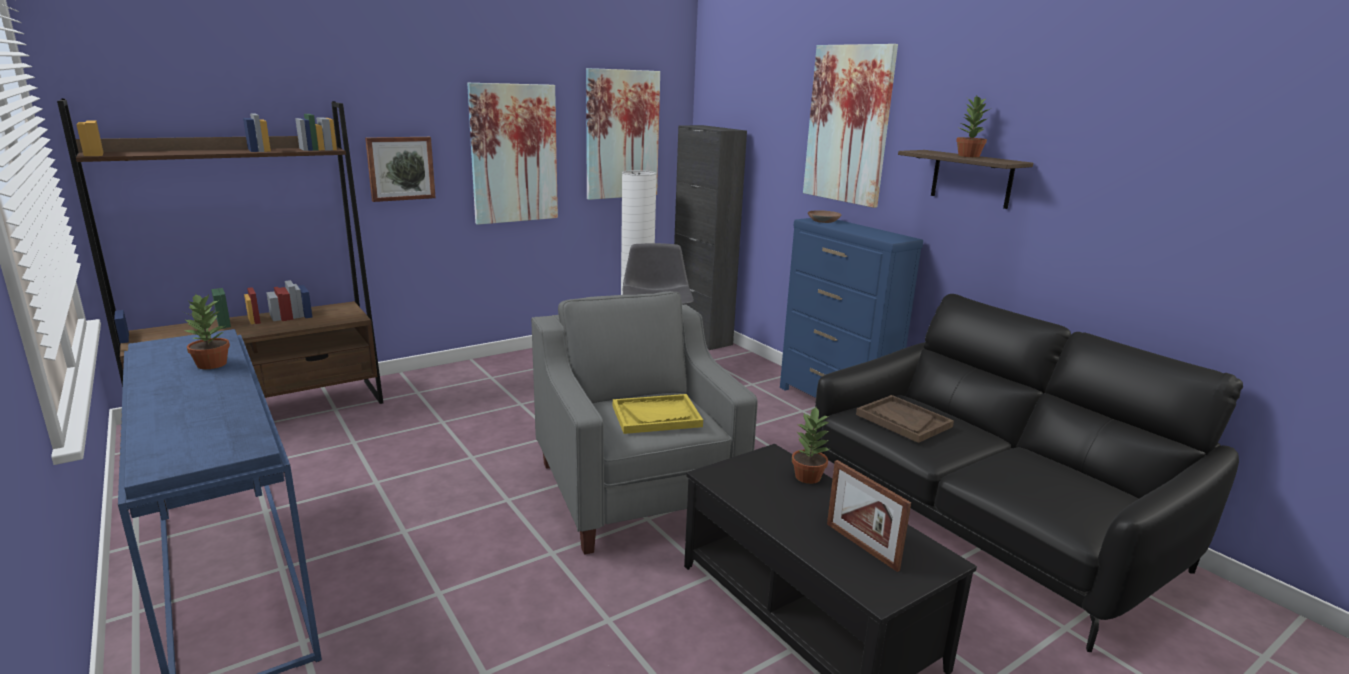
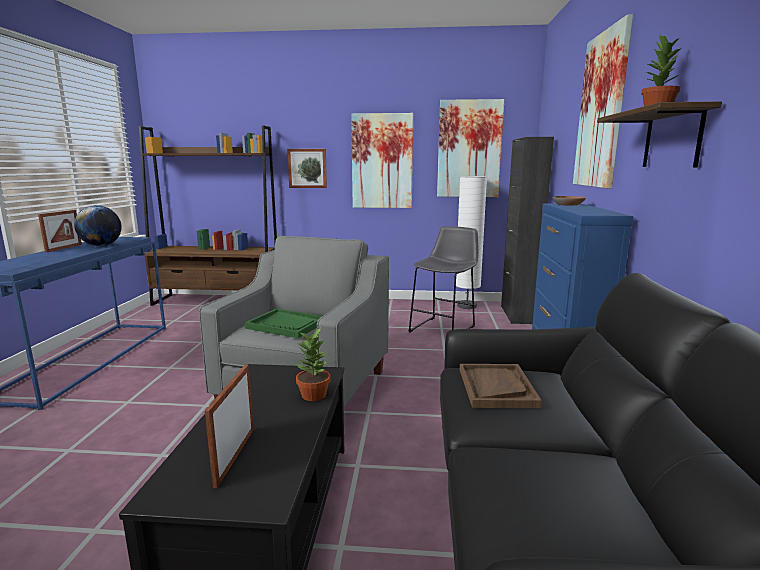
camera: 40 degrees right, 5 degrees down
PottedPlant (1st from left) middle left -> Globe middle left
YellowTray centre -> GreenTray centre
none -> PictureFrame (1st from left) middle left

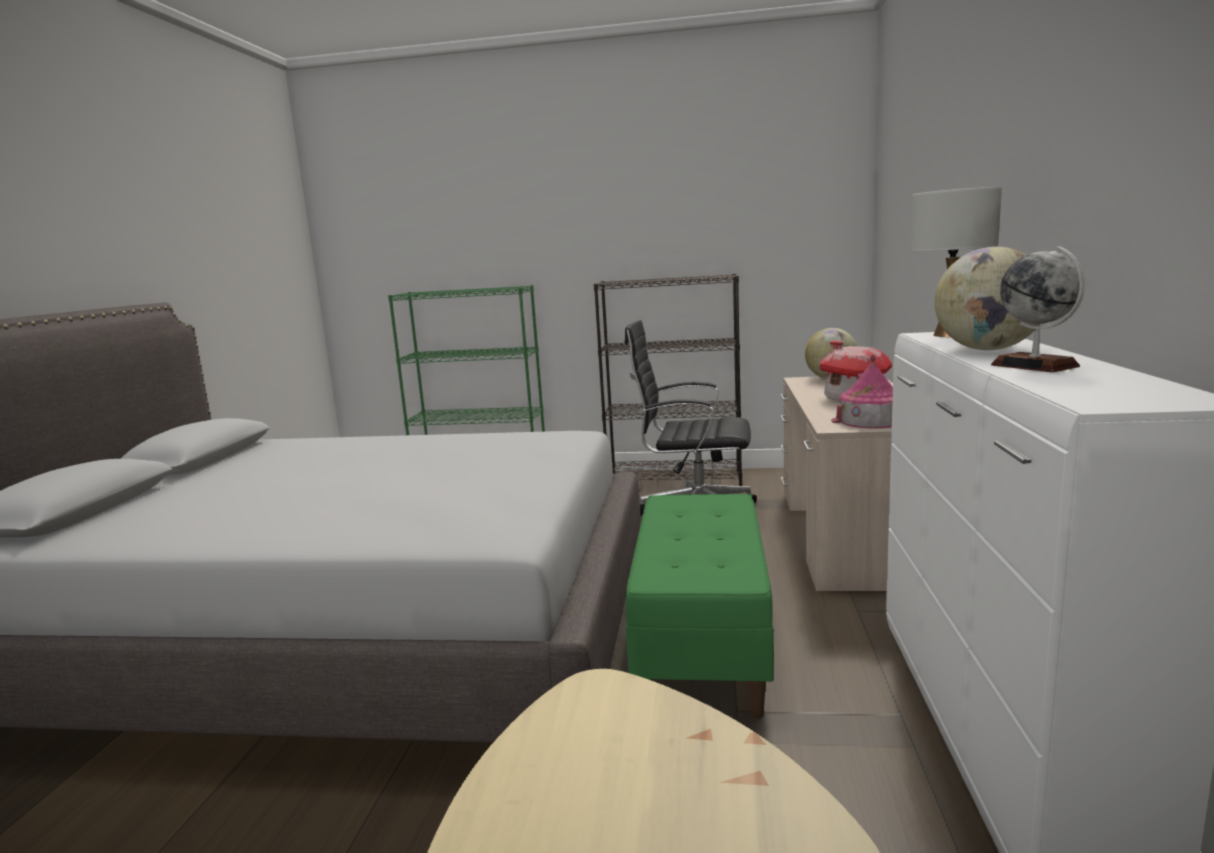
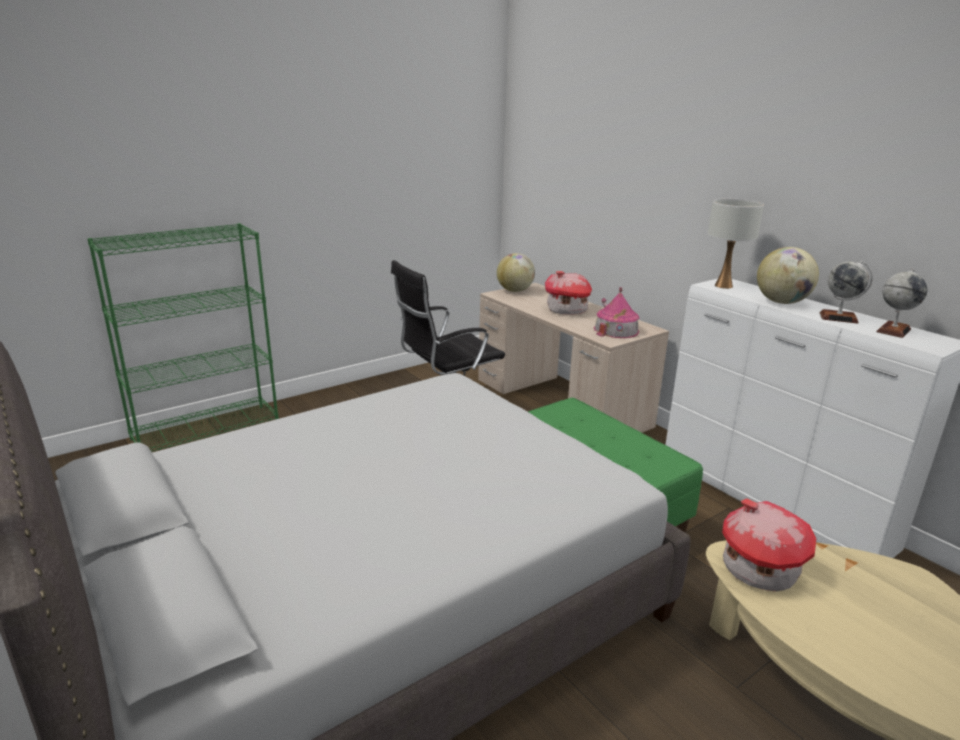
camera: 45 degrees left, 10 degrees up
BlackBookcase centre -> none
none -> ToyHouse (3rd from left) bottom right
none -> Globe (4th from left) middle right

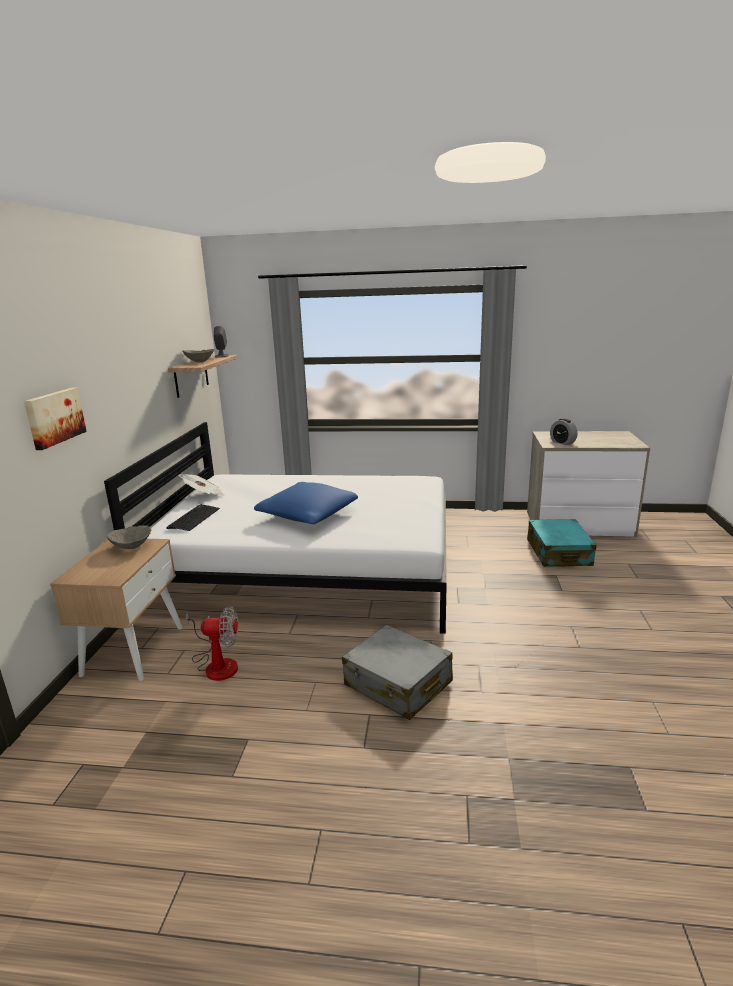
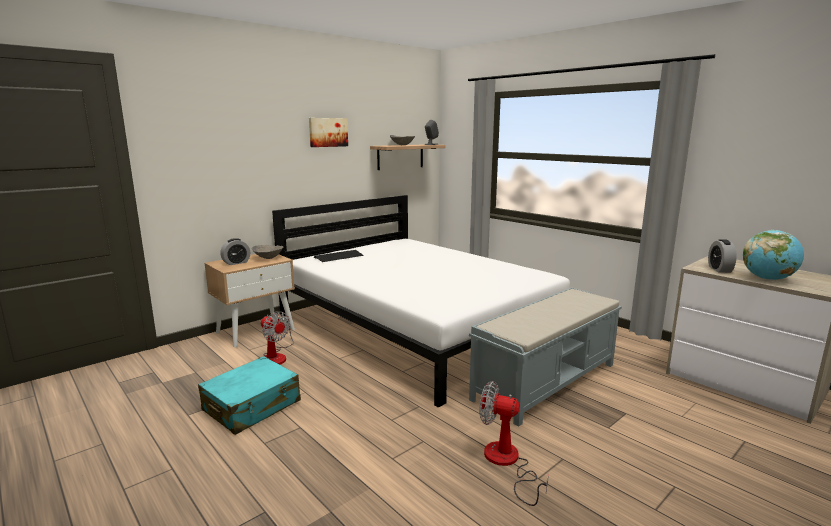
camera: 40 degrees right, 5 degrees down
Picture middle left -> Picture top centre, moved
Newspaper middle left -> none
BluePillow centre -> none
GreySuitcase bottom centre -> none
TurquoiseSuitcase middle right -> TurquoiseSuitcase bottom left, moved
none -> AlarmClock (1st from left) middle left
none -> GreyBench bottom centre
none -> Fan (2nd from left) bottom centre
none -> Globe middle right

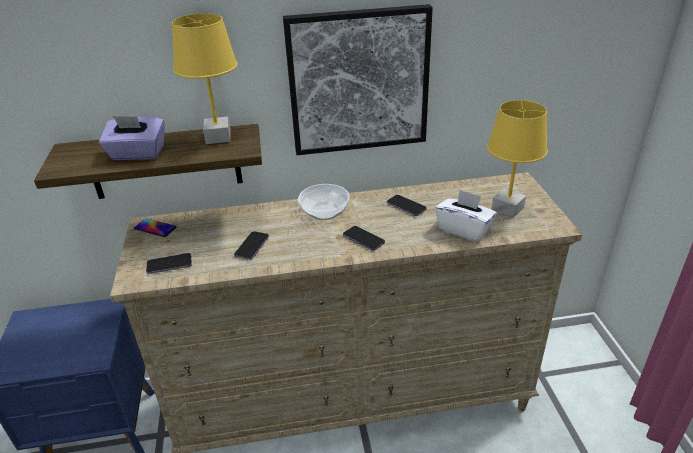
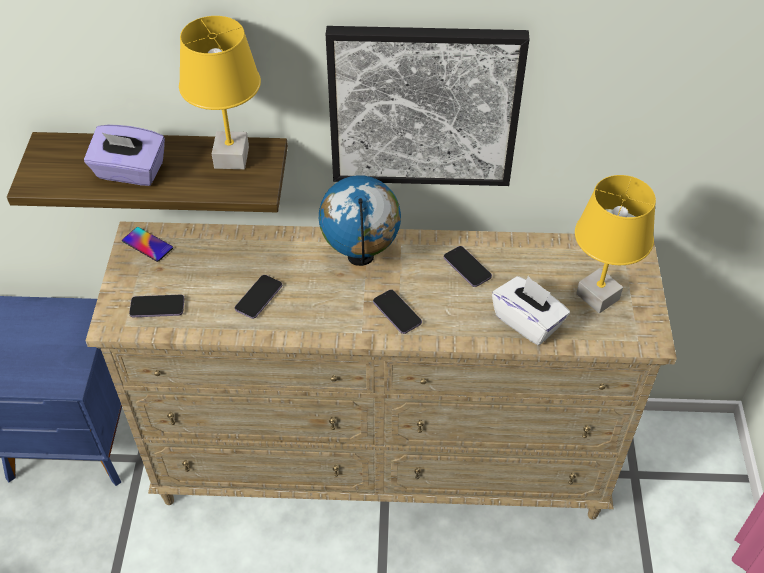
camera: 10 degrees right, 15 degrees up
Bowl centre -> Globe centre

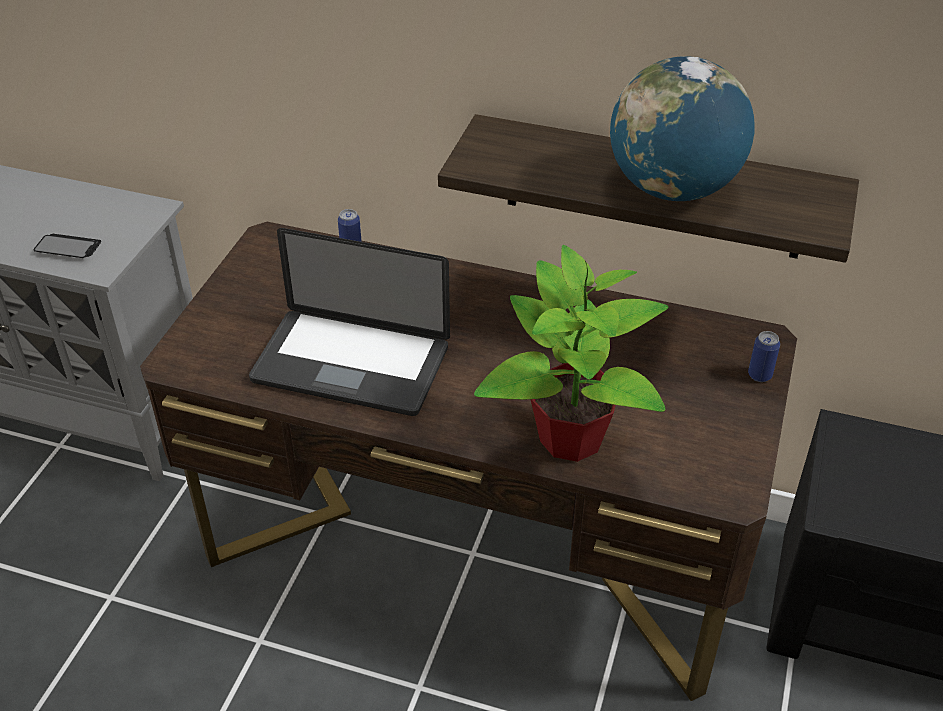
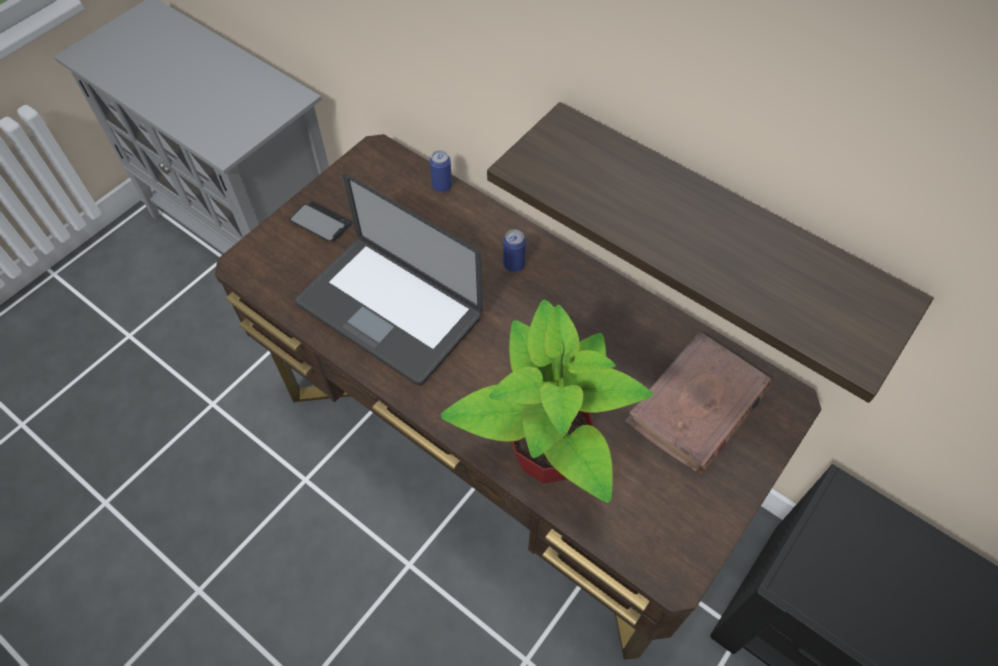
camera: 20 degrees right, 15 degrees up
Phone middle left -> Phone top left, moved
Globe top right -> none
Can (2nd from left) middle right -> Can (2nd from left) centre, moved
none -> BrownBook middle right

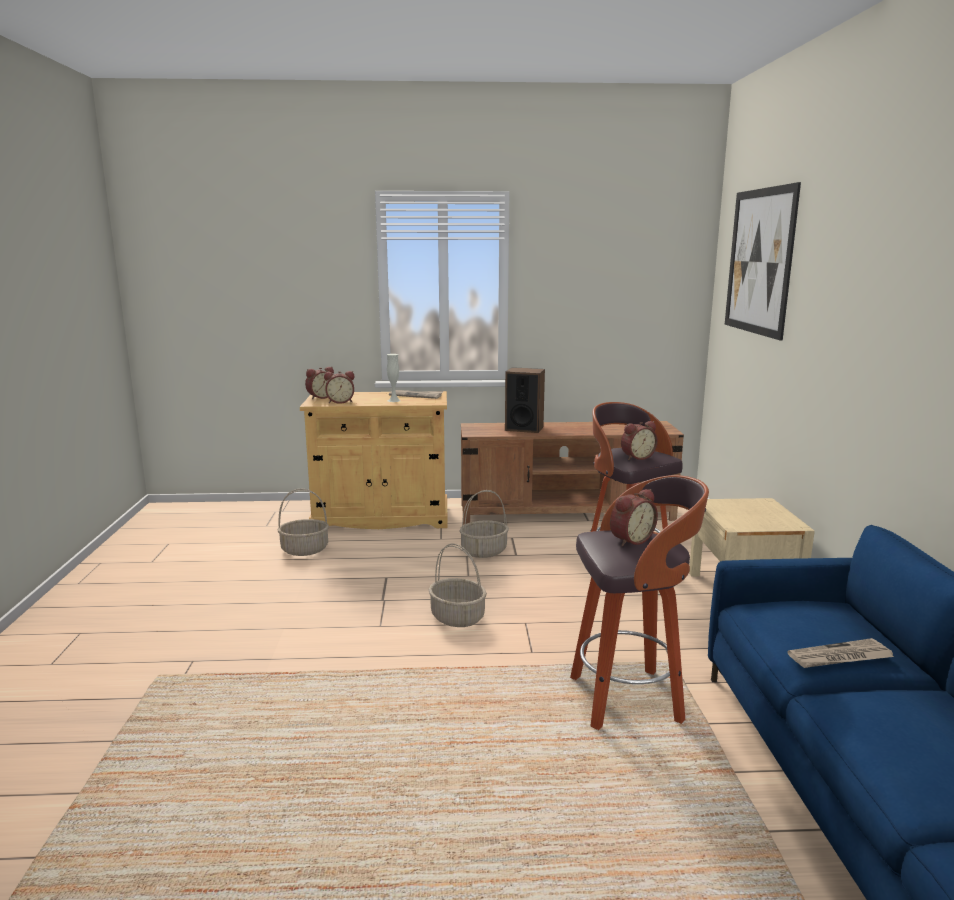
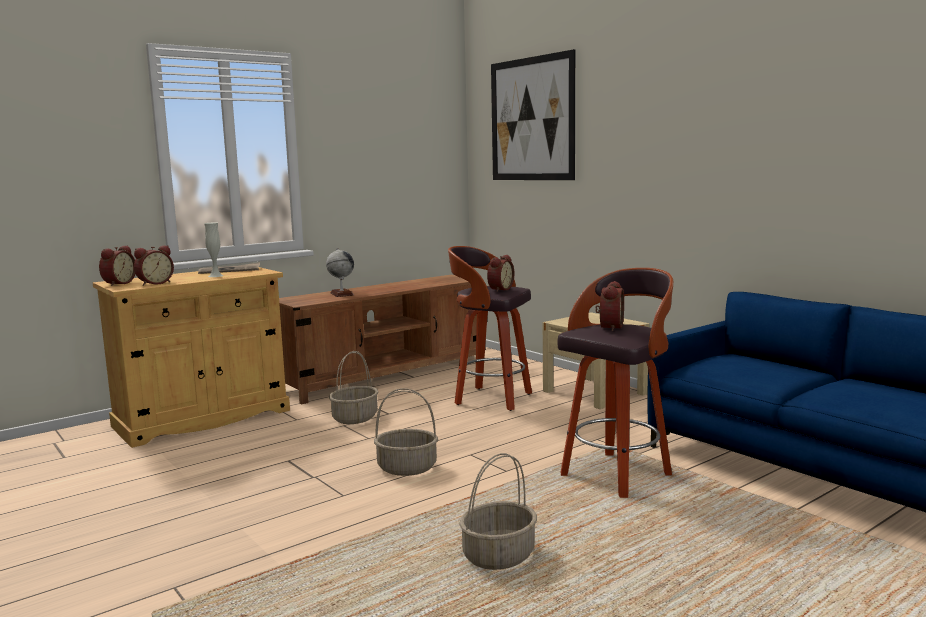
camera: 35 degrees left, 5 degrees down
Basket (1st from left in the first image) middle left -> Basket (3rd from left) bottom centre, moved
Speaker centre -> Globe centre
Newspaper (2nd from left) bottom right -> none

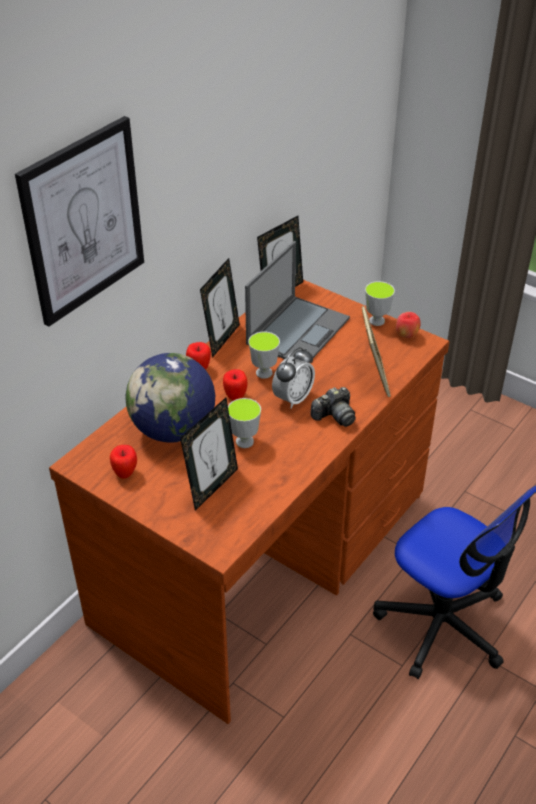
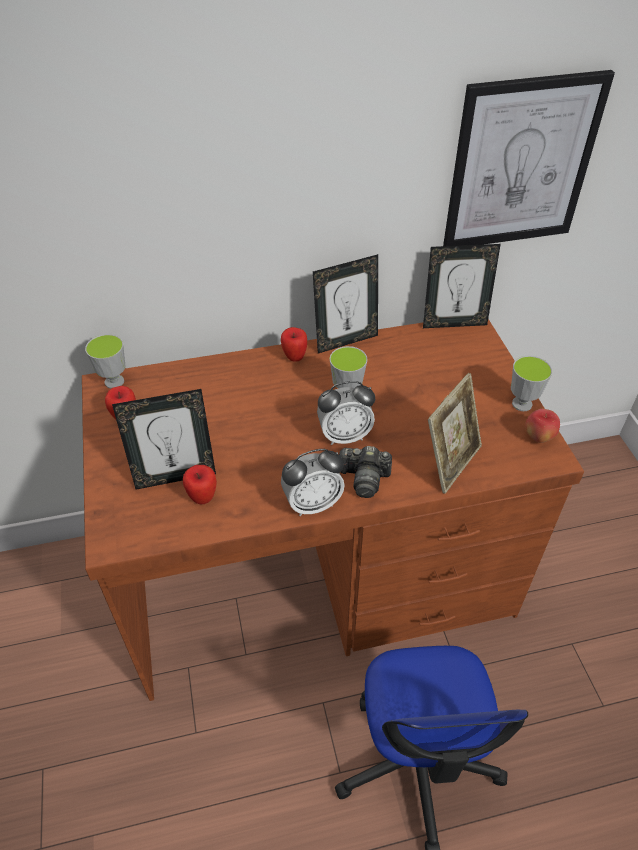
camera: 40 degrees right, 5 degrees up
Picture top left -> Picture top right, moved
Globe middle left -> none
Apple (3rd from left in the first image) centre -> Apple (2nd from left) middle left, moved
Cup (1st from left) centre -> Cup (1st from left) middle left, moved
Laptop centre -> none
none -> AlarmClock (1st from left) centre

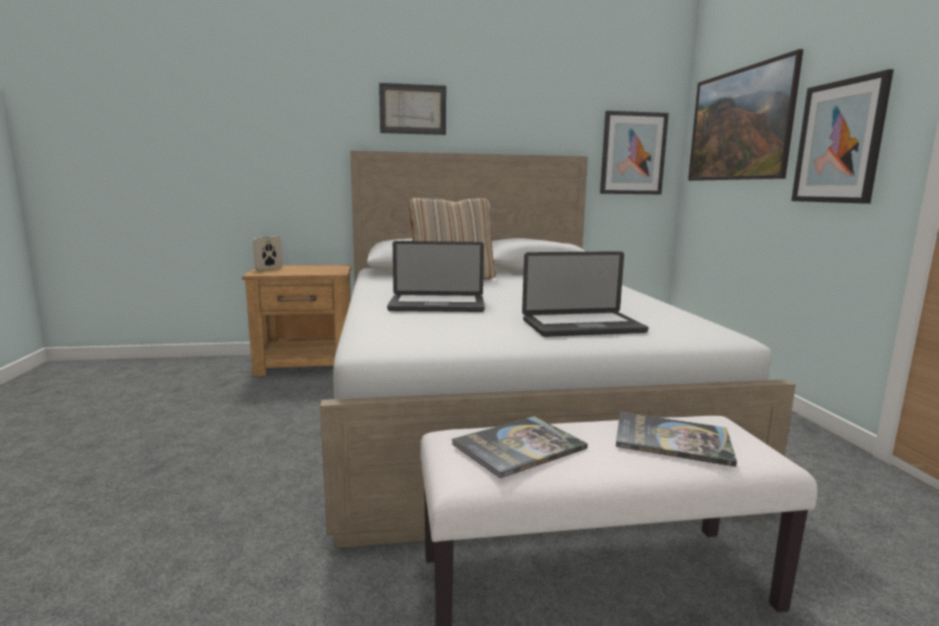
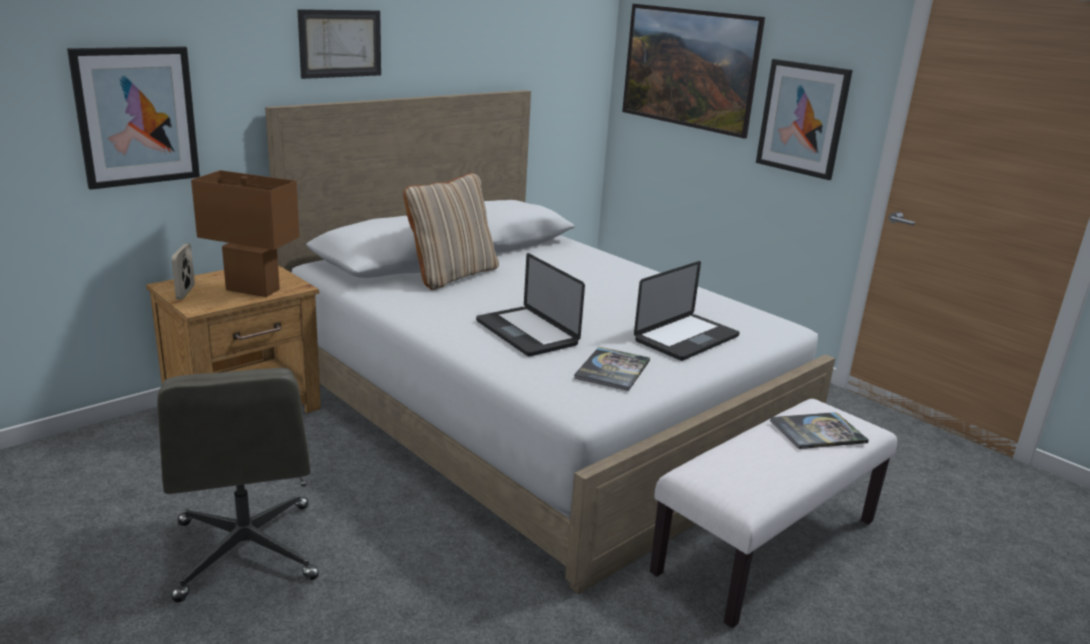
camera: 35 degrees left, 10 degrees up
Laptop (1st from left) centre, 90 degrees clockwise
Book (1st from left) bottom centre -> Book (1st from left) centre, moved
Picture (2nd from left in the first image) top right -> Picture (1st from left) top left, moved
none -> GreyOfficeChair bottom left
none -> BrownTableLamp middle left

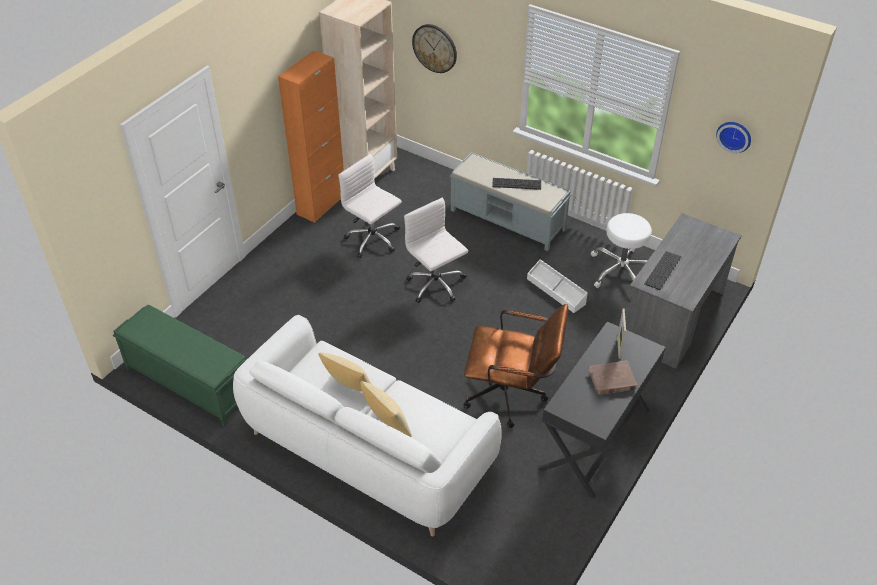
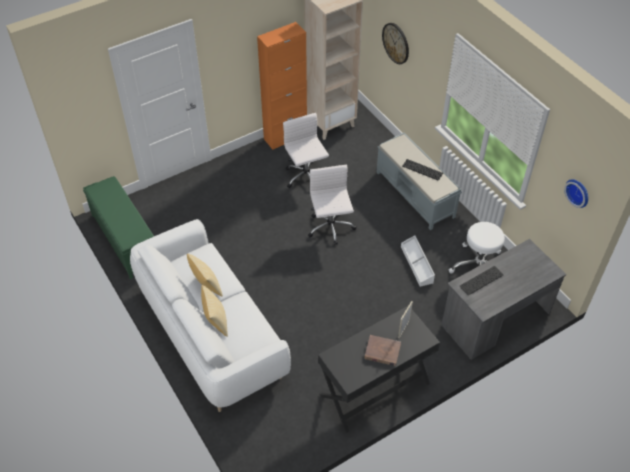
camera: 25 degrees right, 5 degrees up
BrownOfficeChair centre -> none

